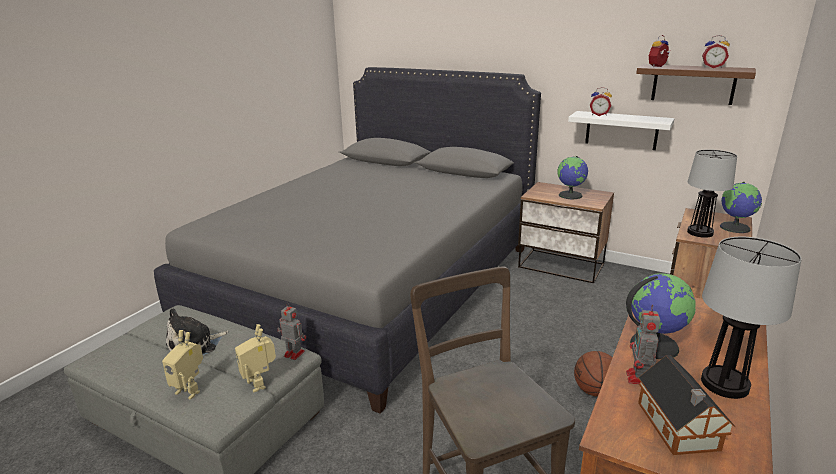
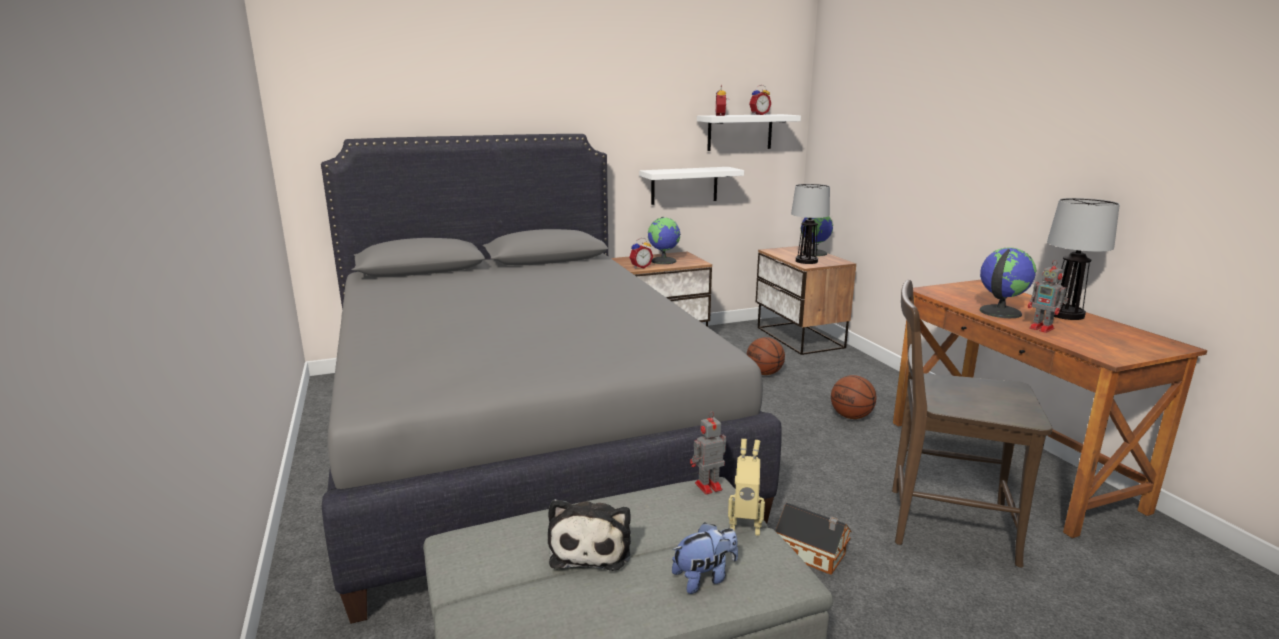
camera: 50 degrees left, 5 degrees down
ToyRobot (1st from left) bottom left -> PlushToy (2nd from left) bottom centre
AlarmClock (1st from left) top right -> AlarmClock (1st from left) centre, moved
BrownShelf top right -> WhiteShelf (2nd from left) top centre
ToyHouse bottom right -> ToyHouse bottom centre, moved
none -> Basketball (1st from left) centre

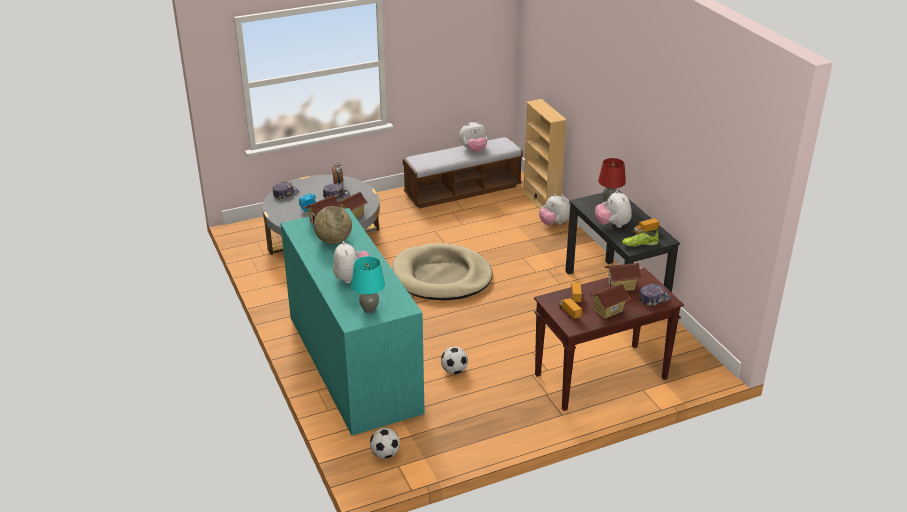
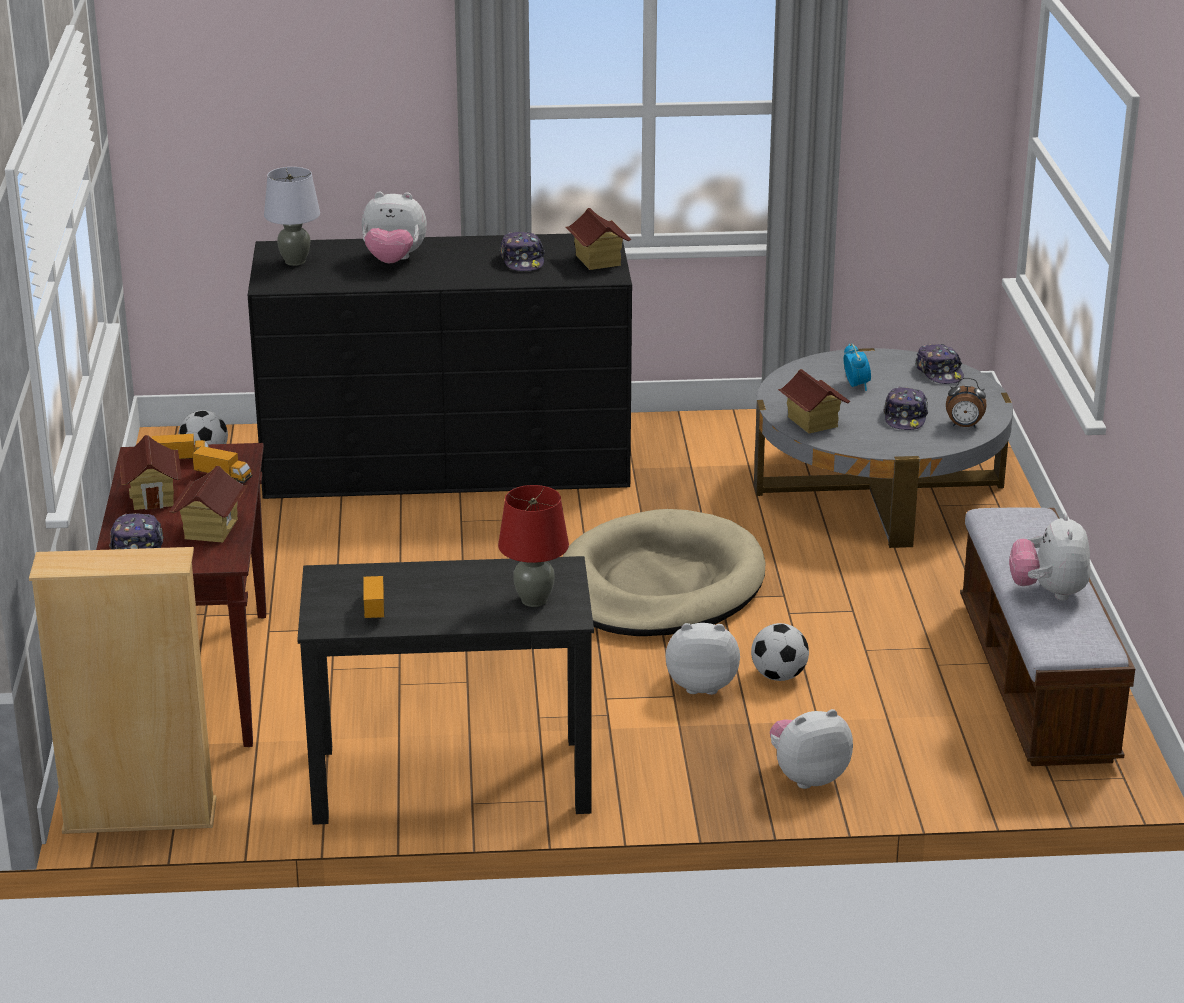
camera: 110 degrees right, 5 degrees down
TurquoiseDresser centre -> BlackDresser centre
Globe centre -> Cap (2nd from left) top centre
TurquoiseTableLamp centre -> GreyTableLamp top left
Football (2nd from left) bottom centre -> Football (2nd from left) centre, moved
BeigeBookcase top centre -> BeigeBookcase bottom left, moved
PlushToy (4th from left in the first image) middle right -> PlushToy (2nd from left) centre, moved
Shoe middle right -> none

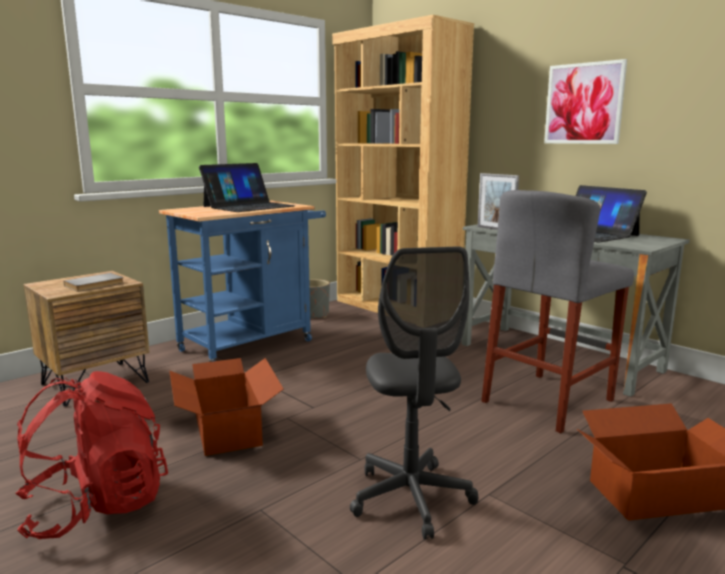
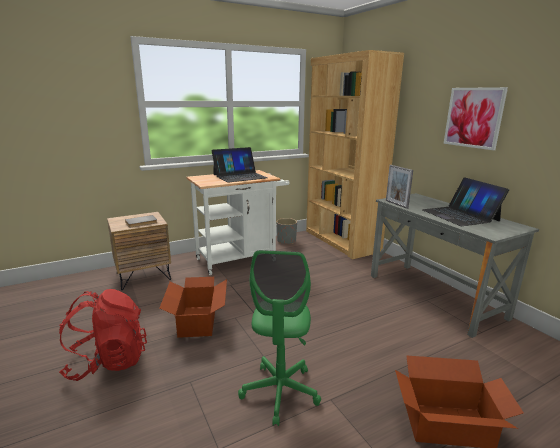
camera: 15 degrees right, 5 degrees up
BlueCart centre -> WhiteCart centre
GreyOfficeChair bottom centre -> GreenOfficeChair bottom centre
GreyStool middle right -> none

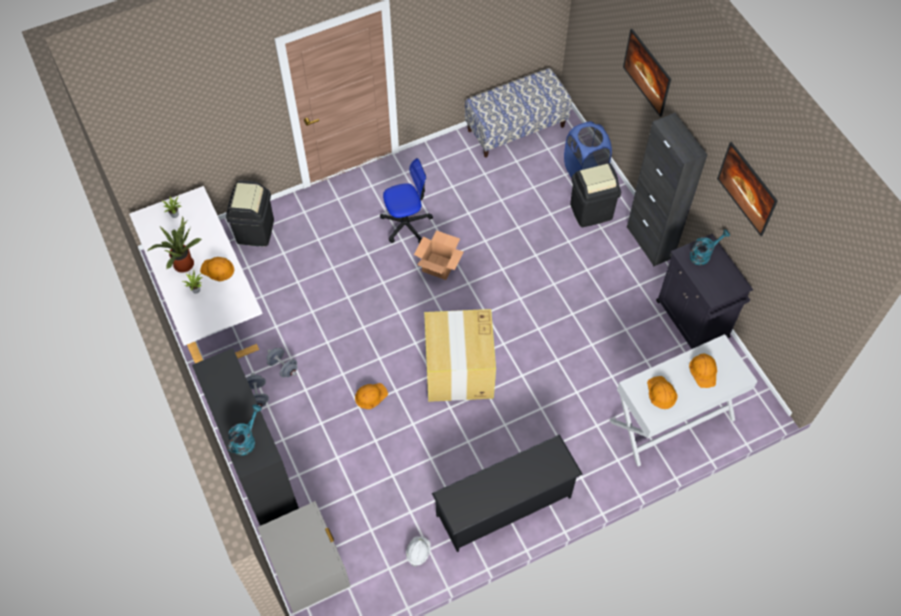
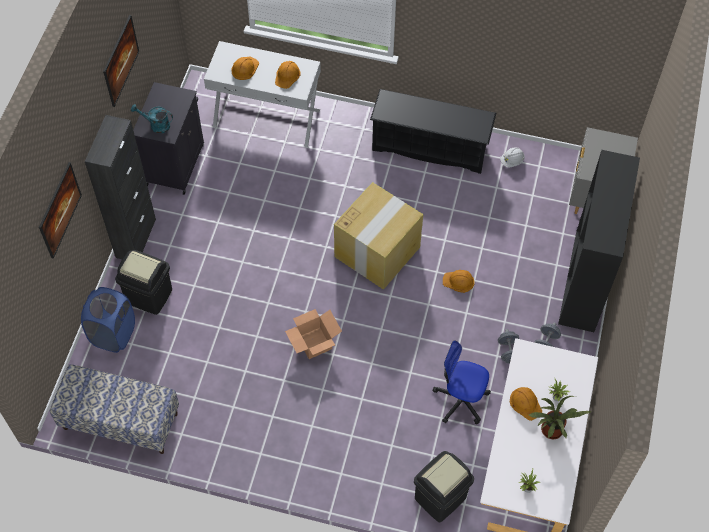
camera: 140 degrees left, 0 degrees up
TurquoiseWateringCan (1st from left) bottom left -> none
OfficeChair top centre -> OfficeChair bottom centre, moved

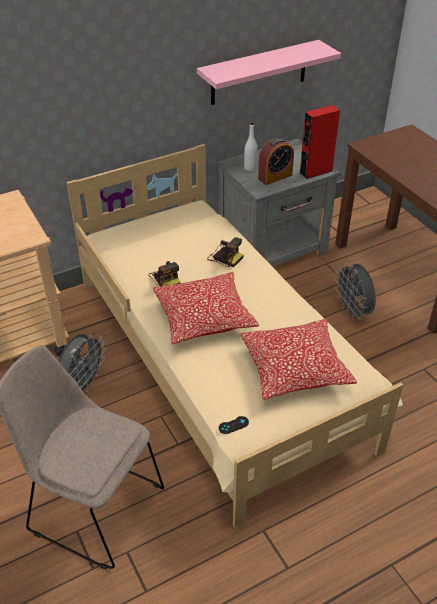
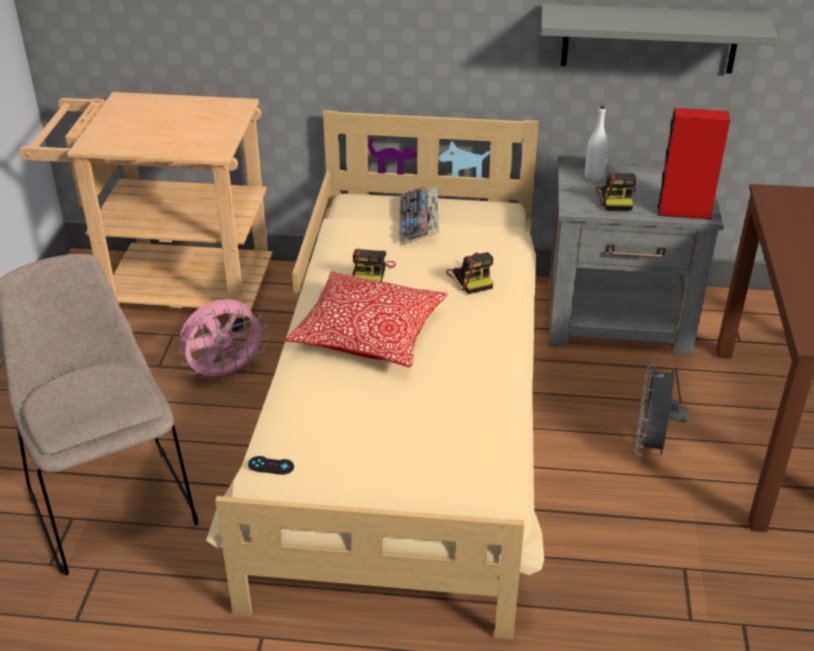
camera: 35 degrees right, 5 degrees down
GreyFan (1st from left) middle left -> PinkFan middle left
PinkShelf top centre -> GreyShelf top right
Pillow (2nd from left) middle right -> none
AlarmClock top centre -> PhotoCamera (3rd from left) top right
none -> Keyboard top centre

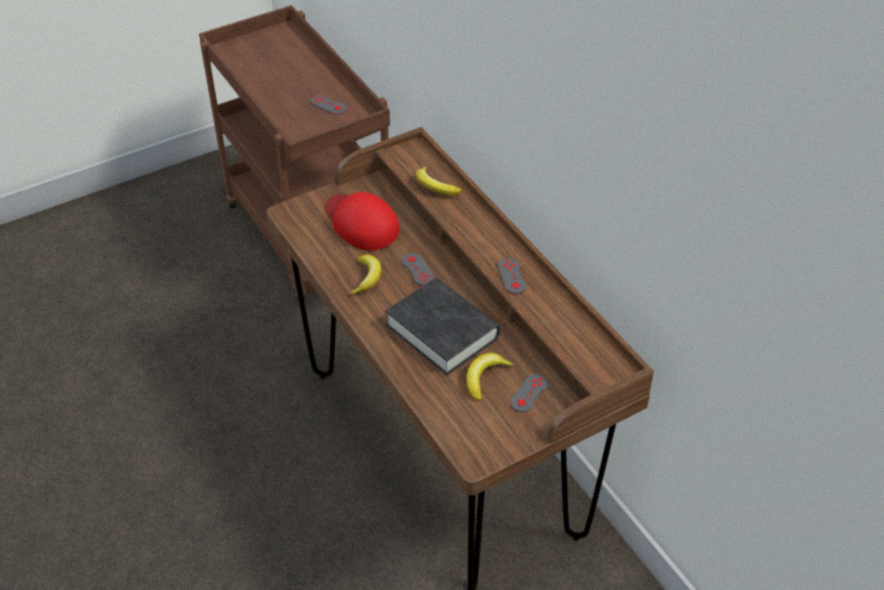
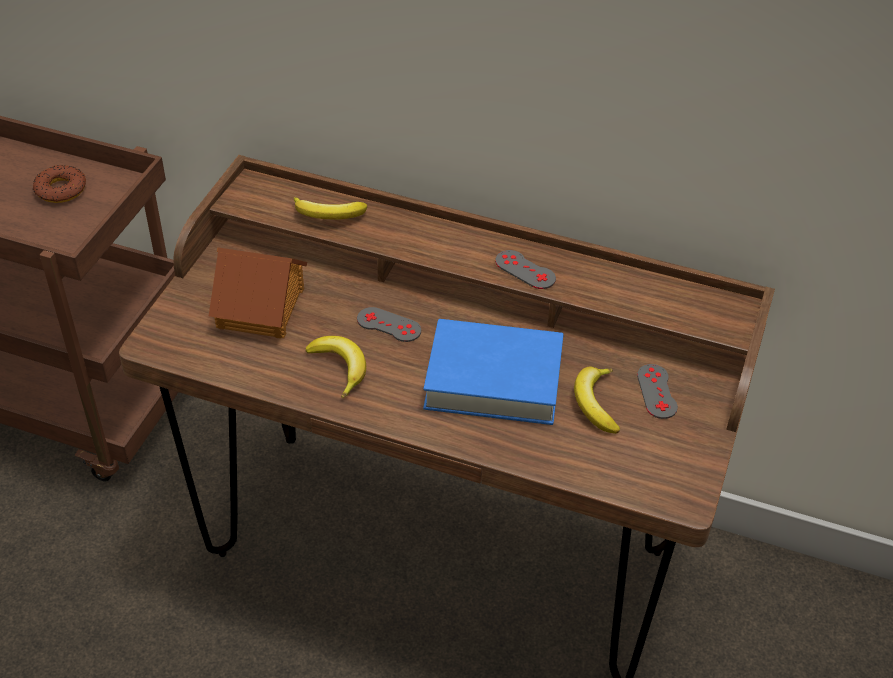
camera: 40 degrees left, 0 degrees up
GreyGameController (1st from left) top centre -> Donut top left
RedCap centre -> ToyHouse middle left
BlackBook centre -> BlueBook centre

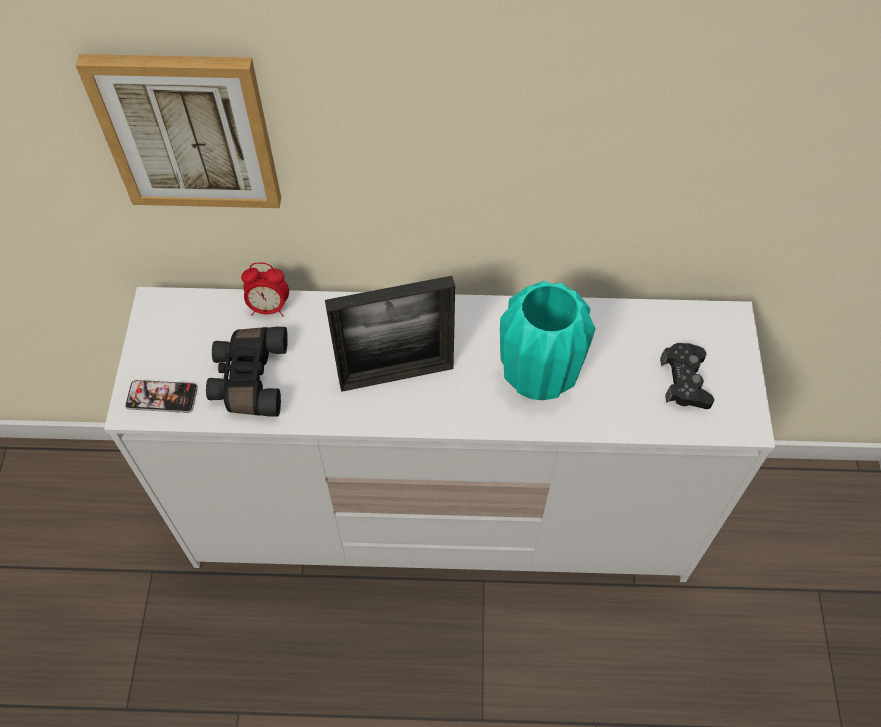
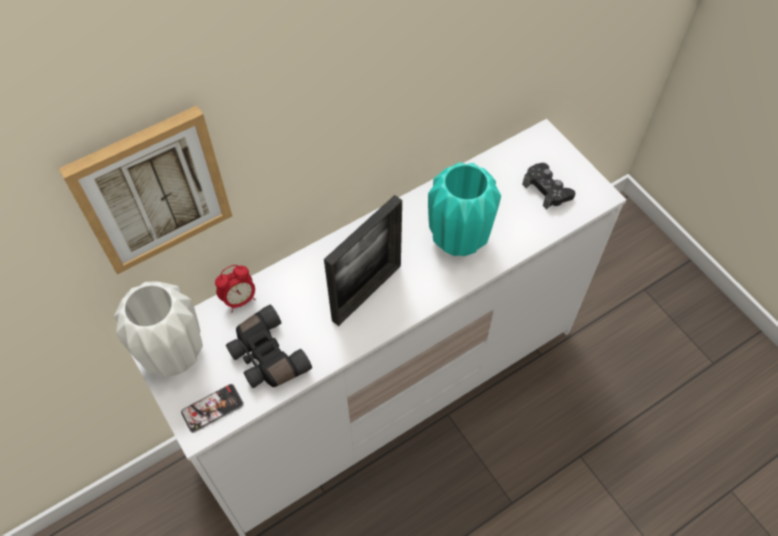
camera: 35 degrees left, 0 degrees up
none -> WhiteVase middle left

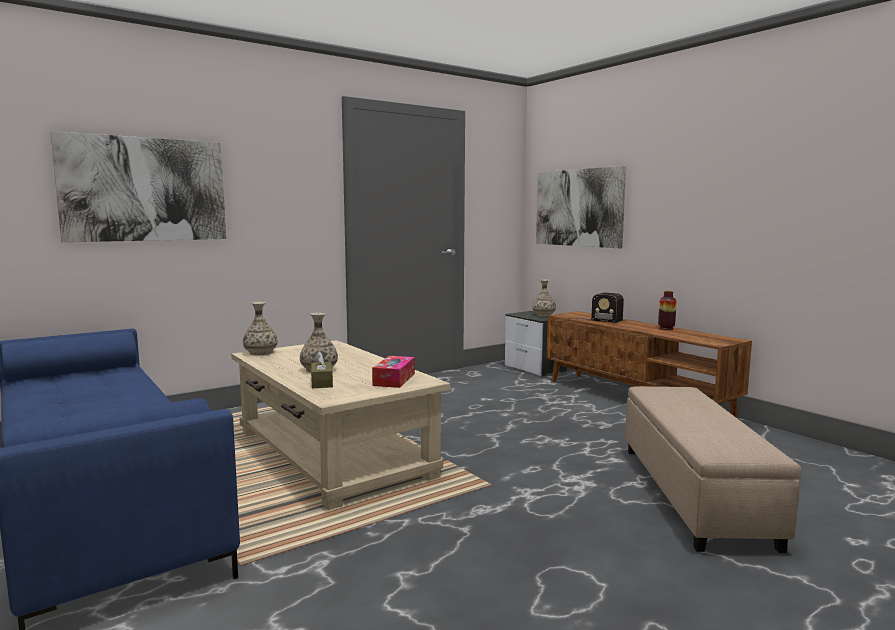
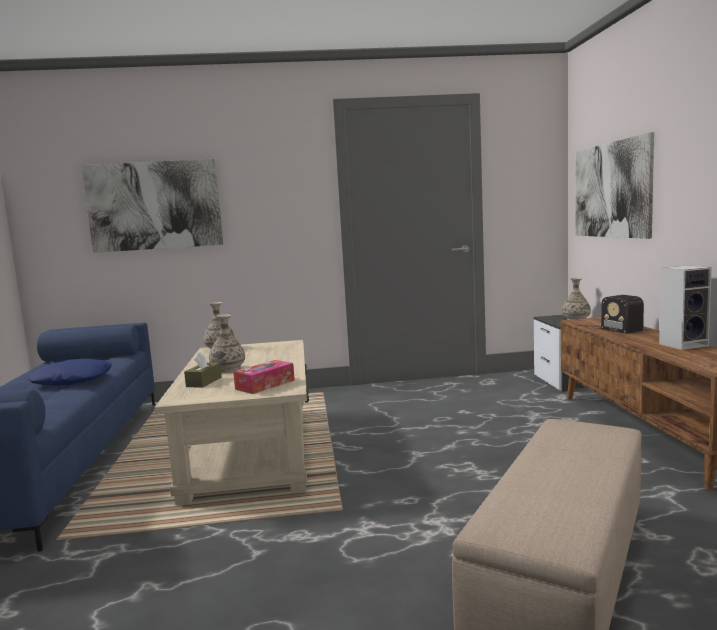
camera: 30 degrees right, 0 degrees up
Vase (4th from left) middle right -> Speaker middle right
none -> BluePillow middle left

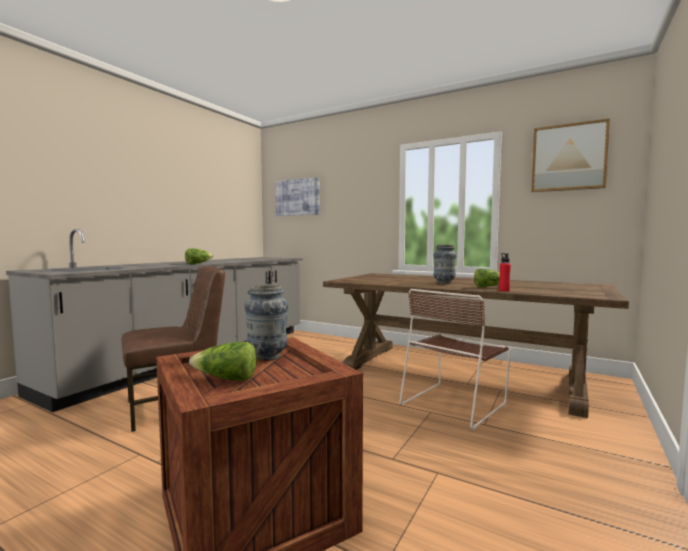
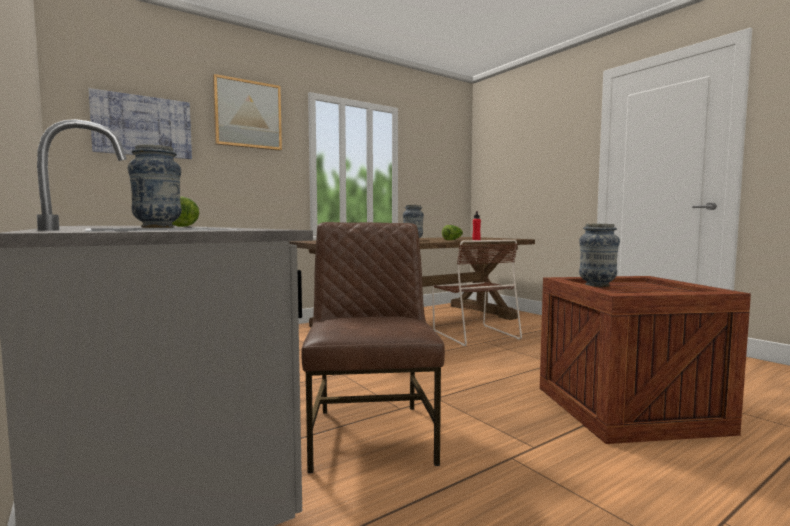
camera: 65 degrees left, 0 degrees up
Lettuce (2nd from left) middle left -> none
Picture (2nd from left) top right -> Picture (2nd from left) top left, moved
none -> Vase (1st from left) middle left

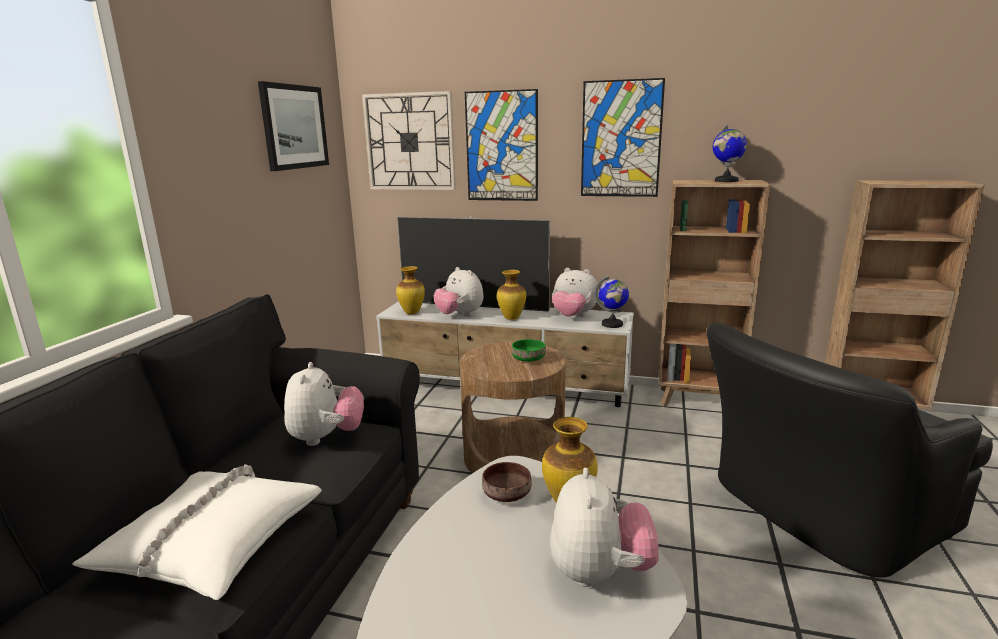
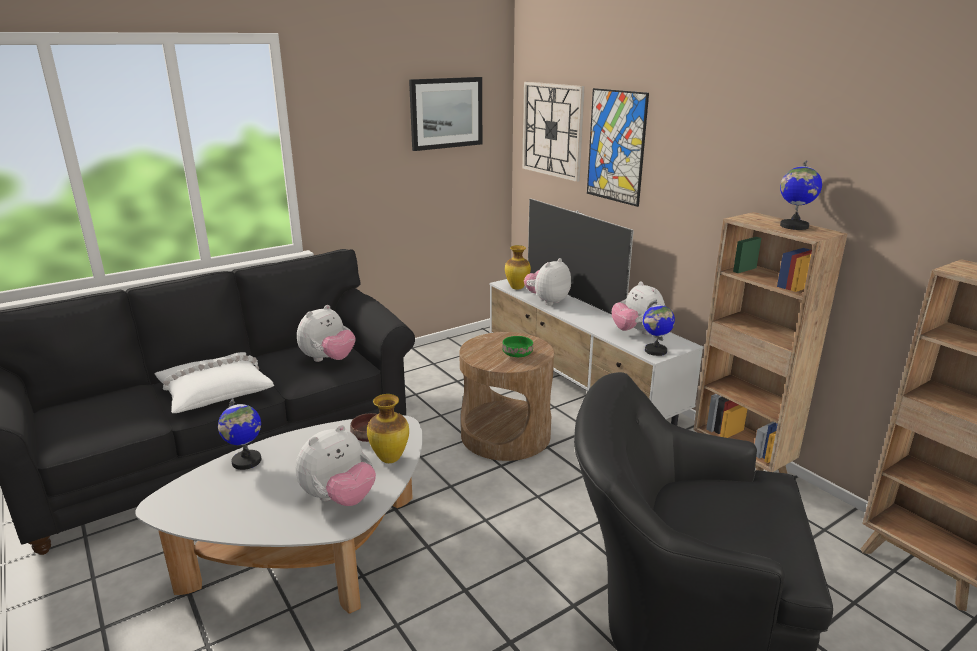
camera: 40 degrees right, 5 degrees up
PlushToy (2nd from left in the first image) centre -> PlushToy (3rd from left) centre, 45 degrees clockwise
Vase (2nd from left) centre -> none
Picture (3rd from left) top centre -> none
none -> Globe (1st from left) bottom left

